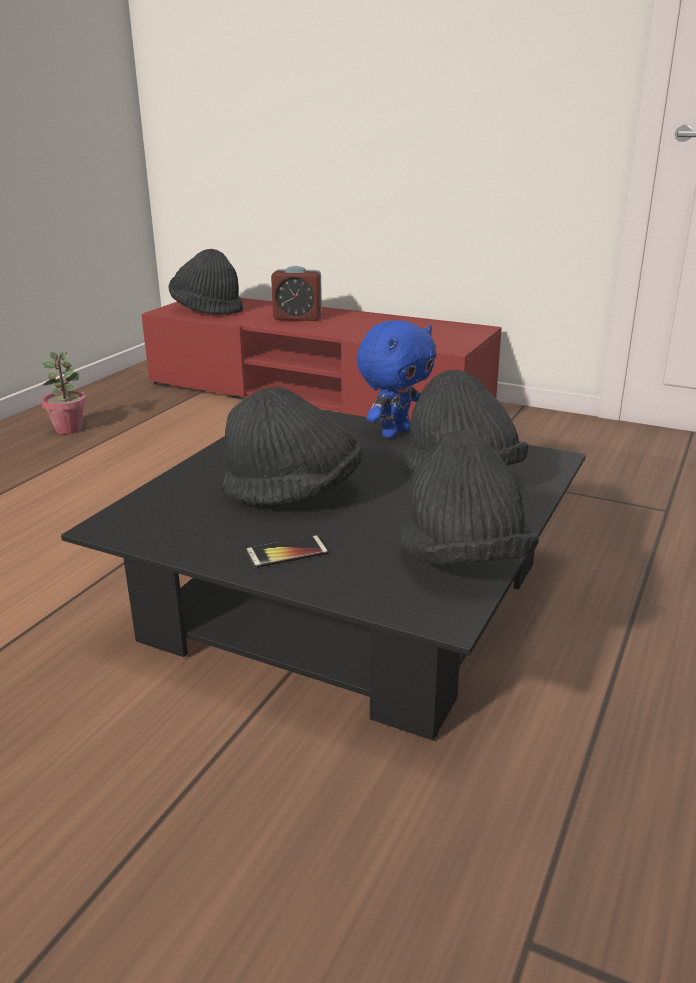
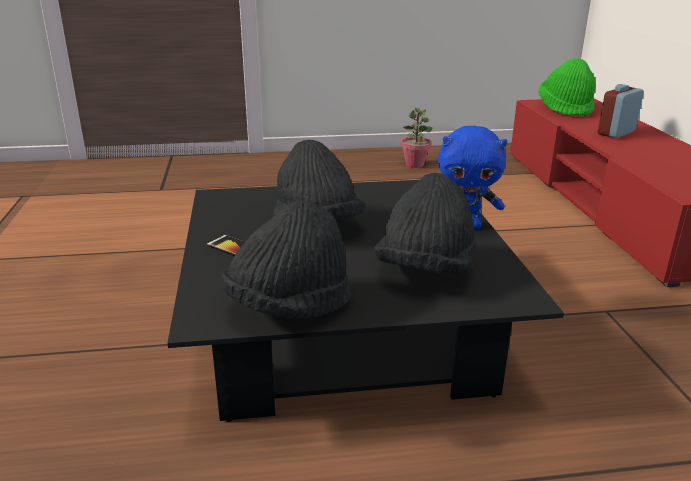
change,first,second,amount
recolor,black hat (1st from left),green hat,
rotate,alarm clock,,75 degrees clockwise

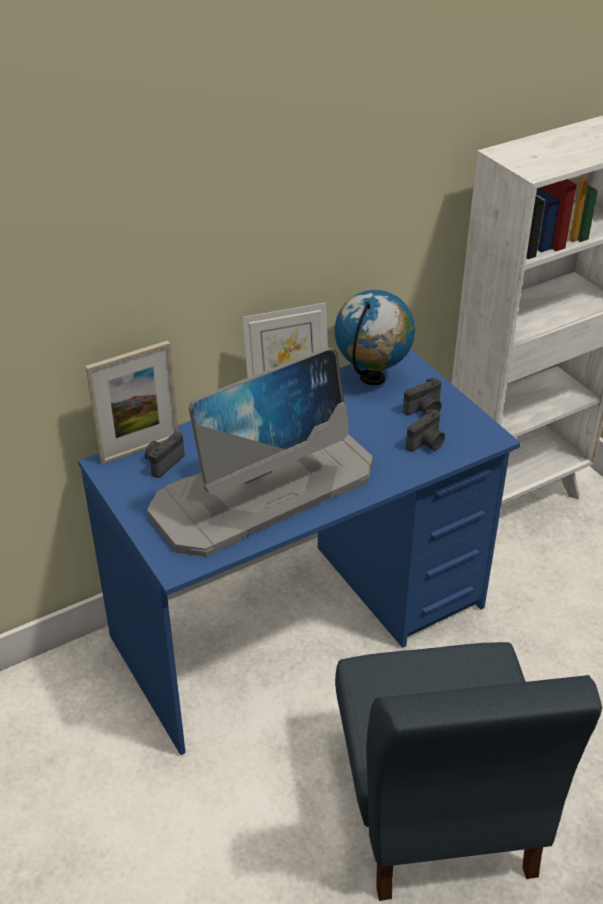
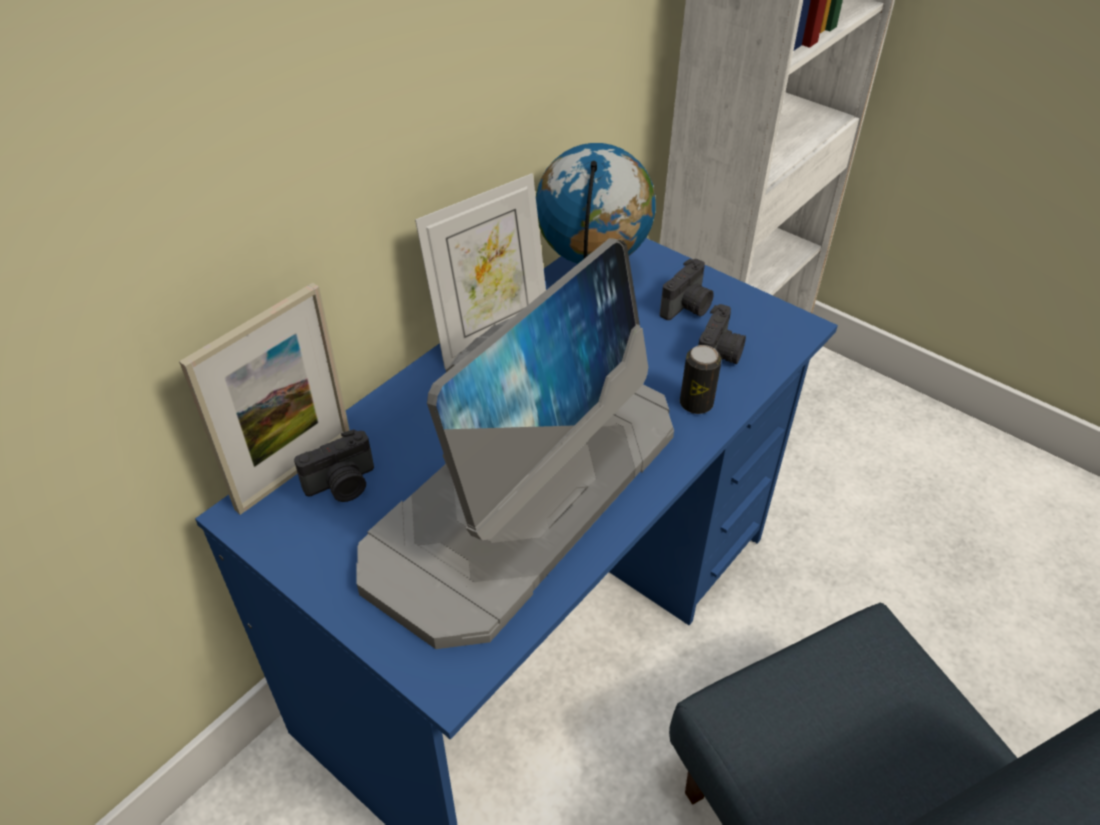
change,first,second,amount
insert,,can,
rotate,still camera (1st from left),,135 degrees counterclockwise

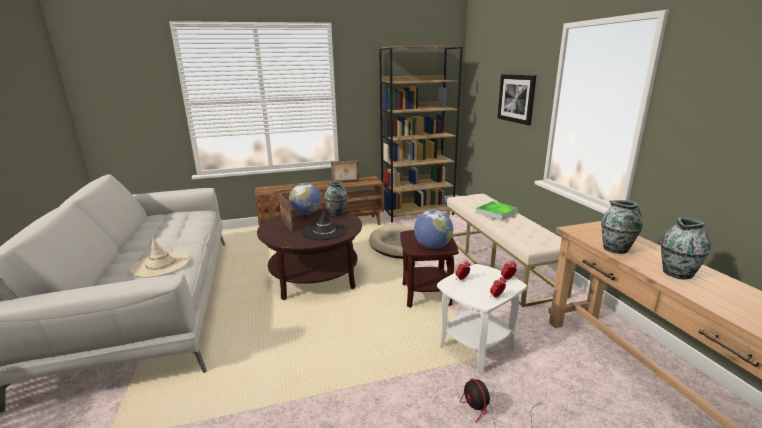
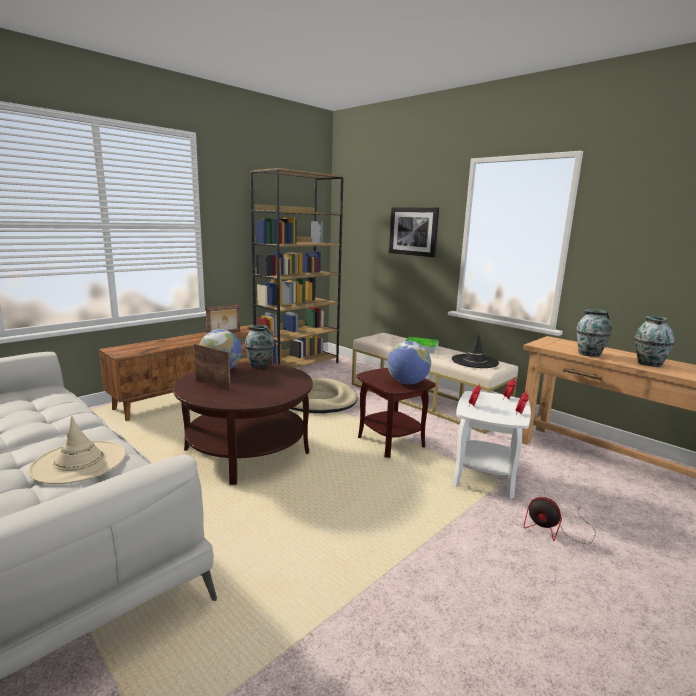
change,first,second,amount
move,black hat,,

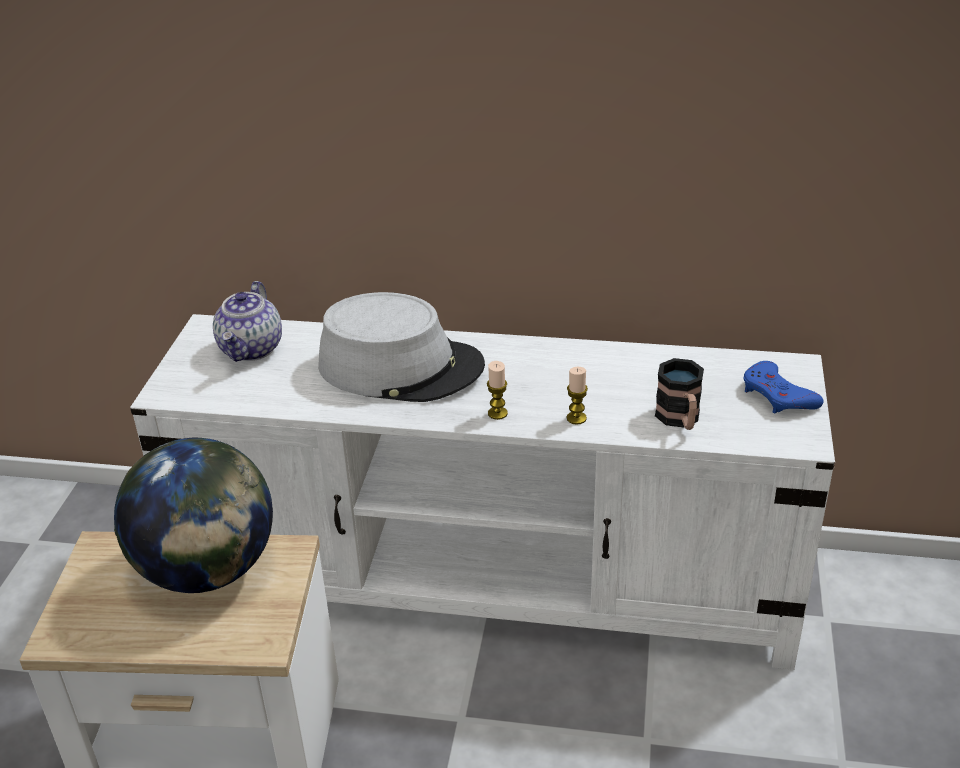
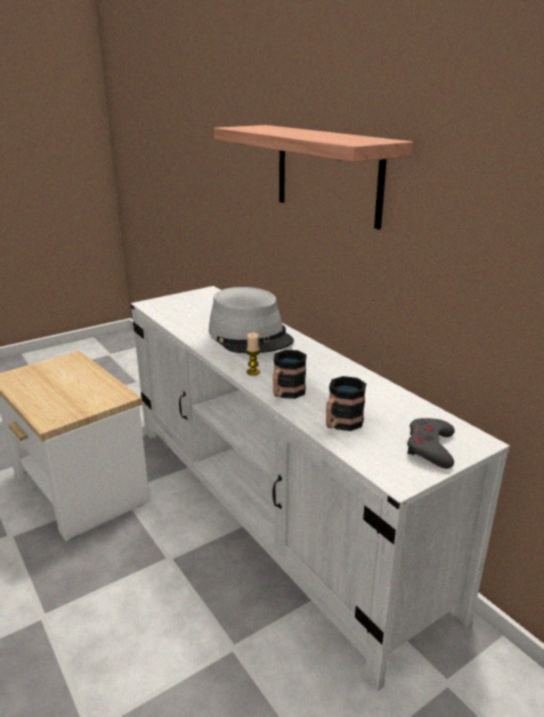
change,first,second,amount
delete,desk globe,,
delete,teapot,,
insert,,bracket shelf,
replace,wax candle (2nd from left),coffee mug (1st from left),
recolor,blue joypad,greyish joypad,

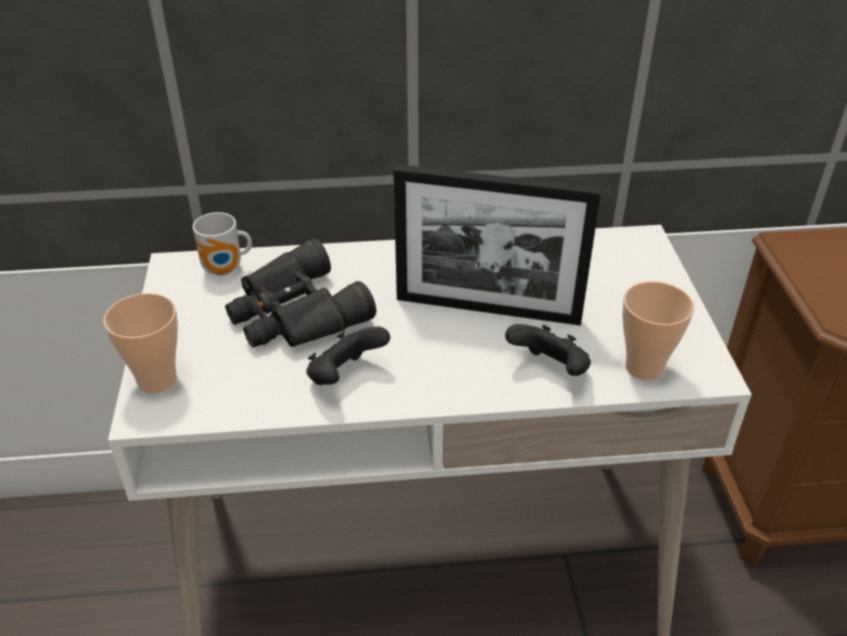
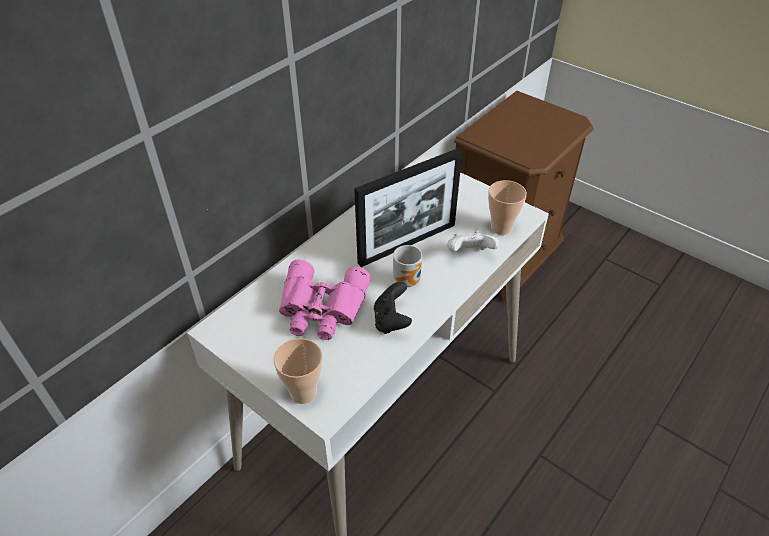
change,first,second,amount
move,coffee mug,,
recolor,black field glasses,pink-coloured field glasses,
recolor,black joypad (2nd from left),white-coloured joypad,

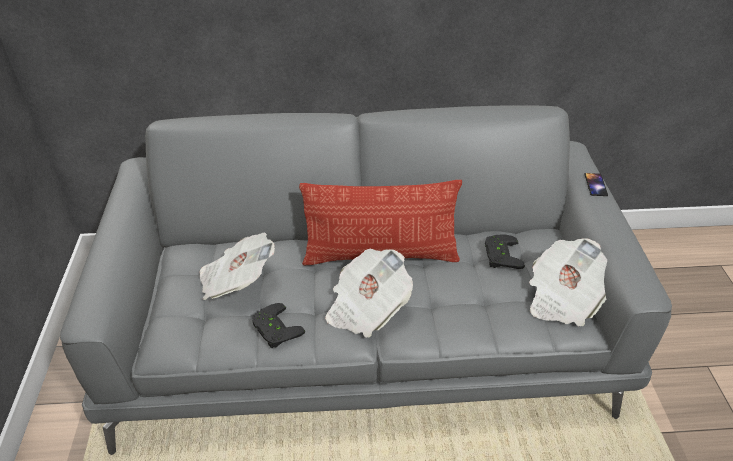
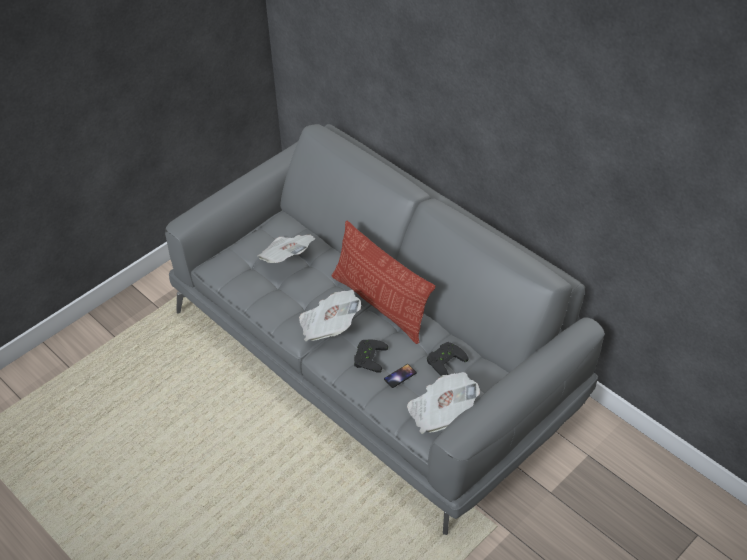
change,first,second,amount
move,black joypad (1st from left),,
move,handset,,

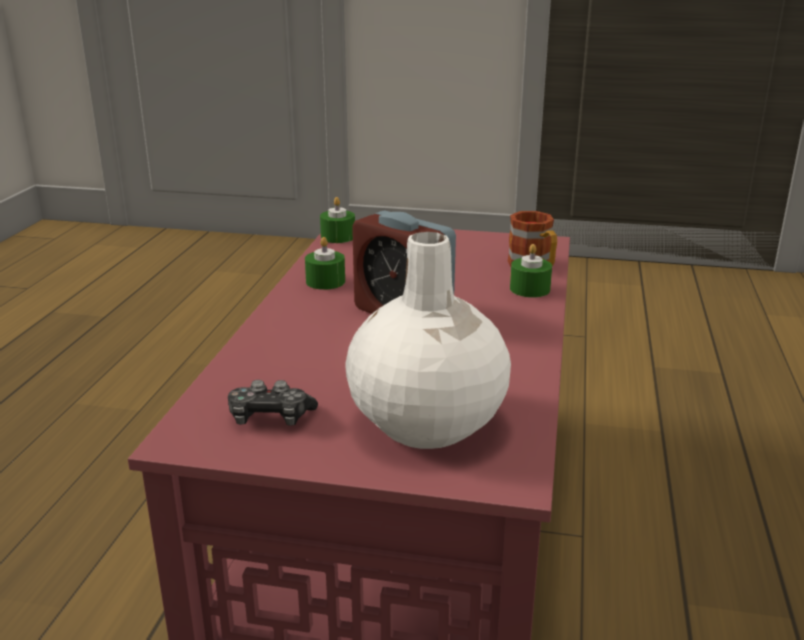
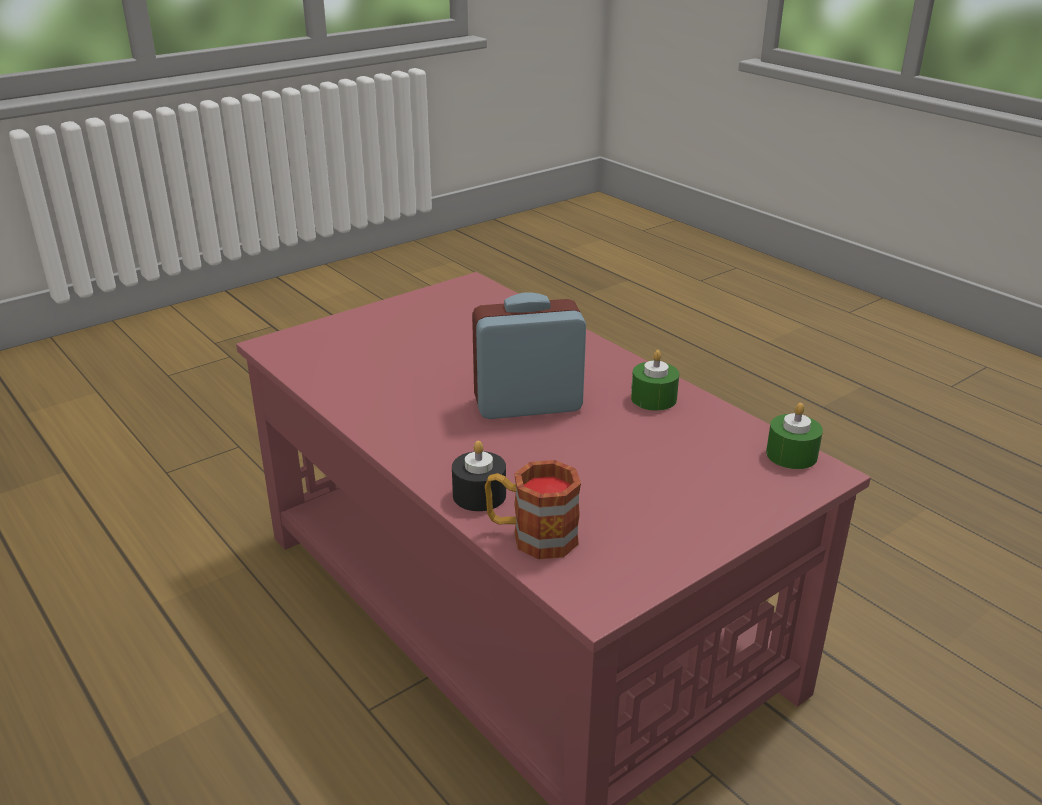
change,first,second,amount
delete,joypad,,
delete,white-coloured flower vase,,
recolor,green wax candle (3rd from left),black wax candle,

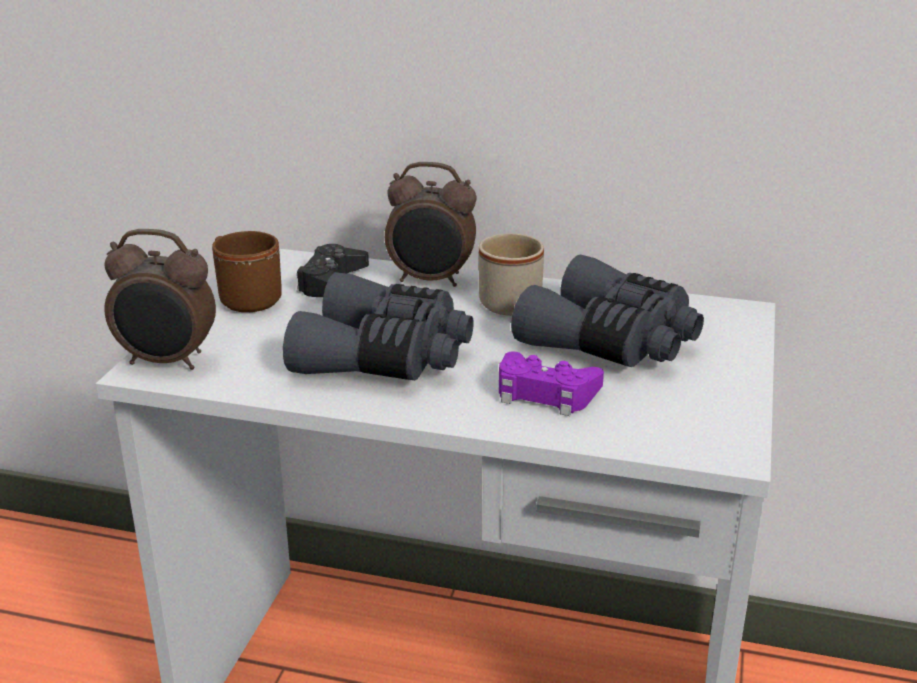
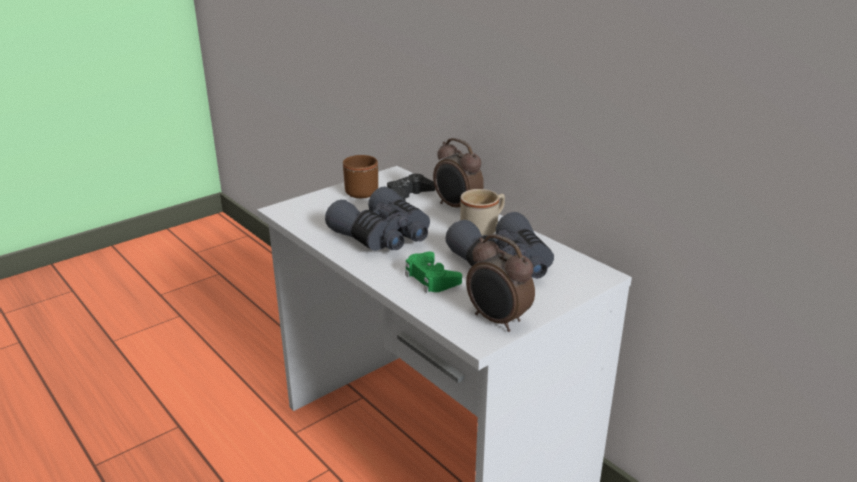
change,first,second,amount
move,alarm clock (1st from left in the first image),alarm clock (2nd from left),
recolor,purplish joypad,green joypad,

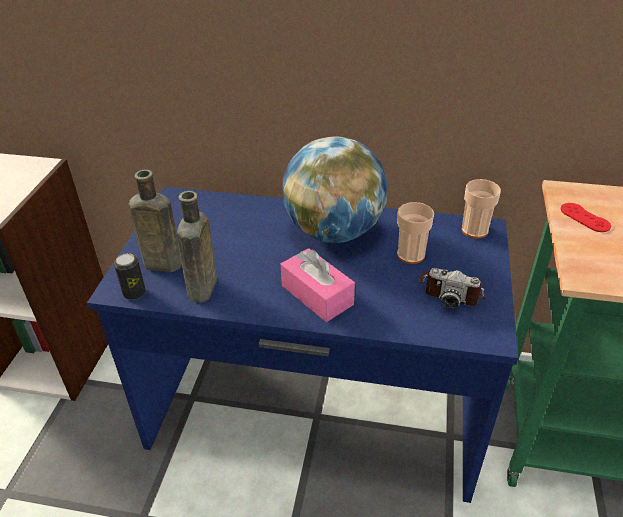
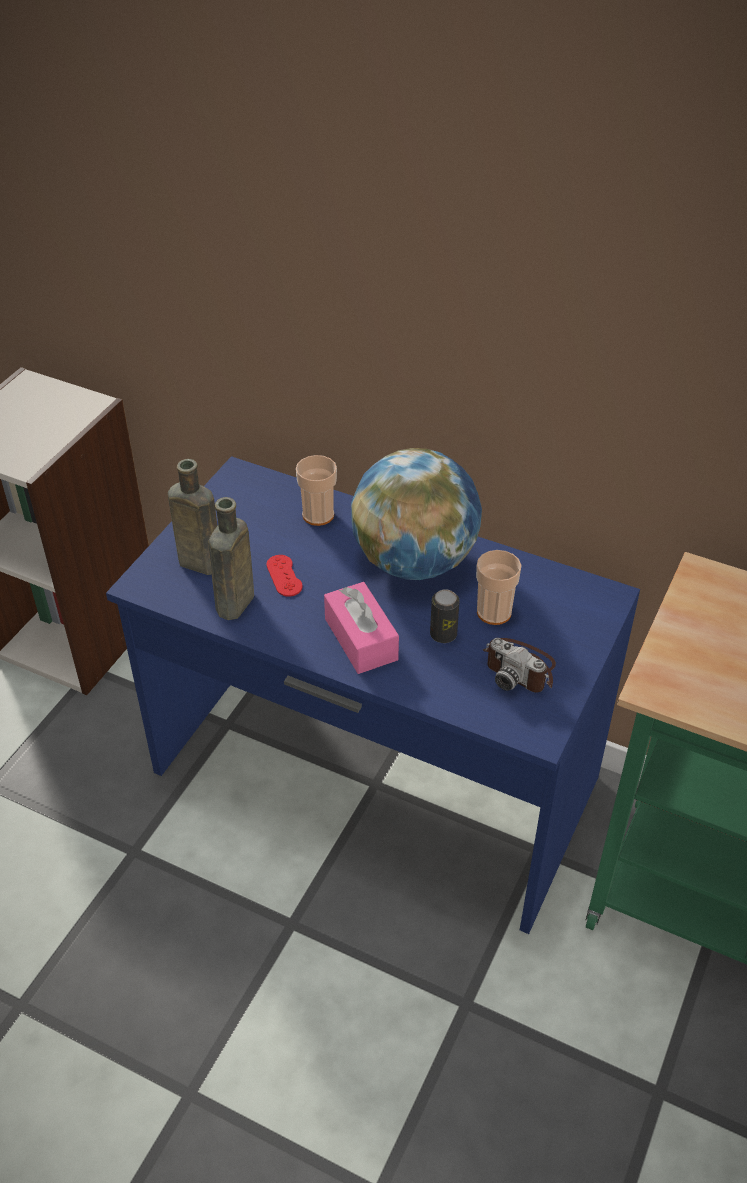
change,first,second,amount
move,can,,
move,drinking cup (2nd from left in the first image),drinking cup (1st from left),
move,red-coloured joypad,,

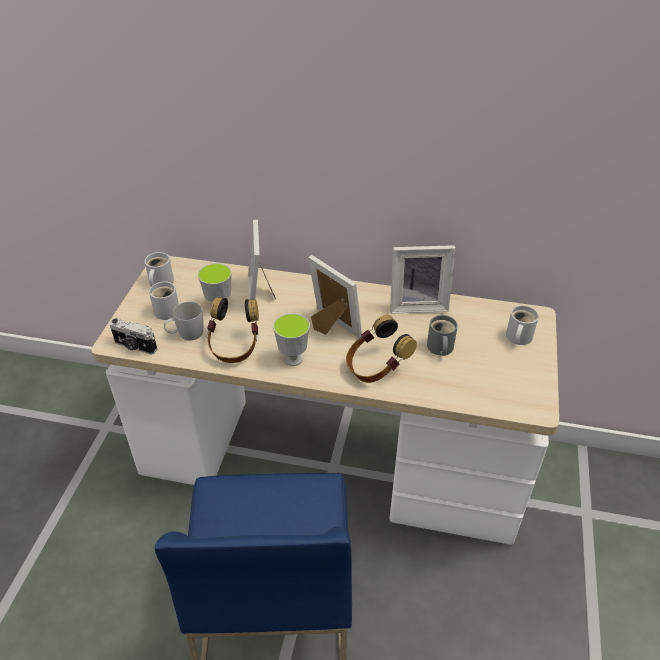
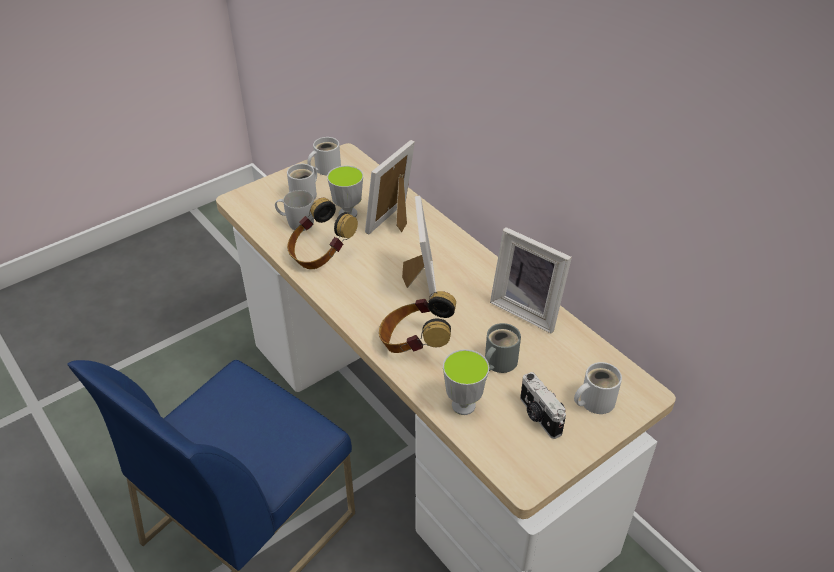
change,first,second,amount
move,still camera,,
move,drinking cup (2nd from left),,

